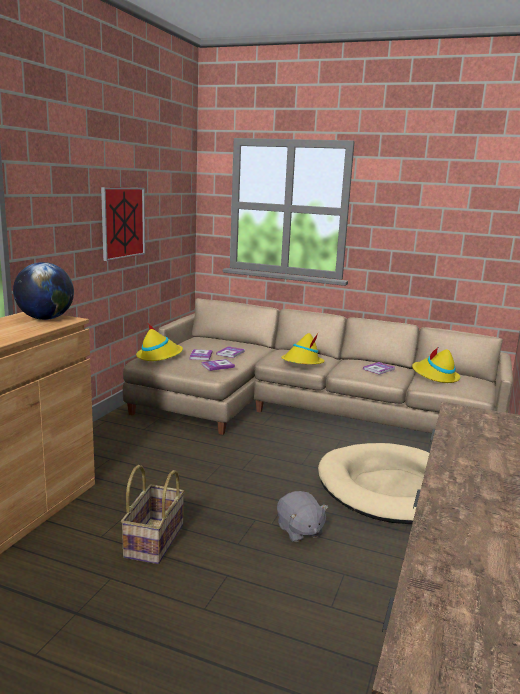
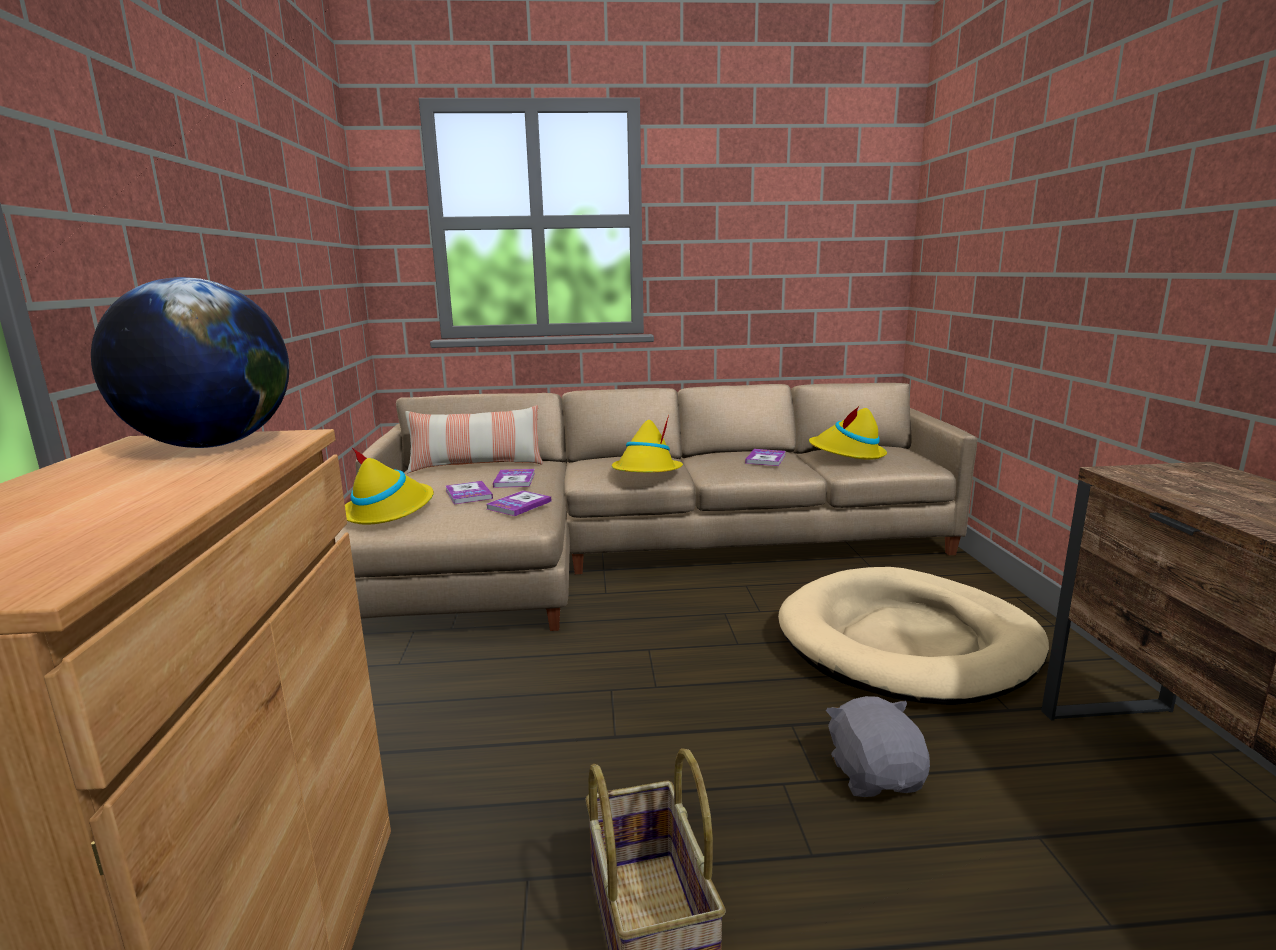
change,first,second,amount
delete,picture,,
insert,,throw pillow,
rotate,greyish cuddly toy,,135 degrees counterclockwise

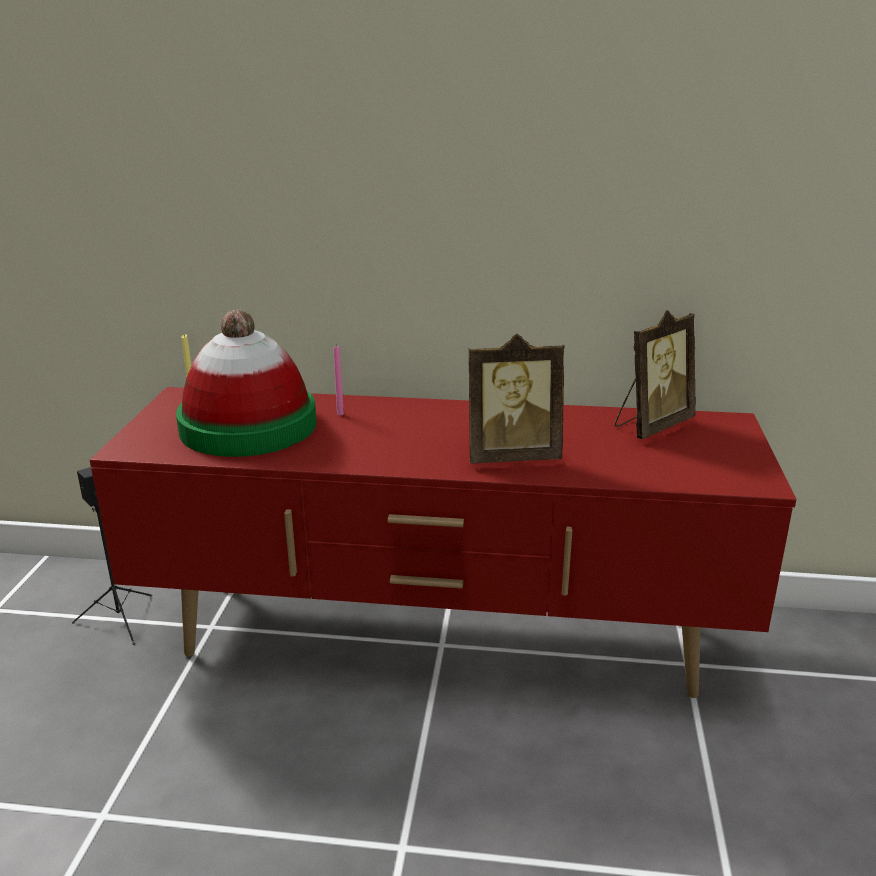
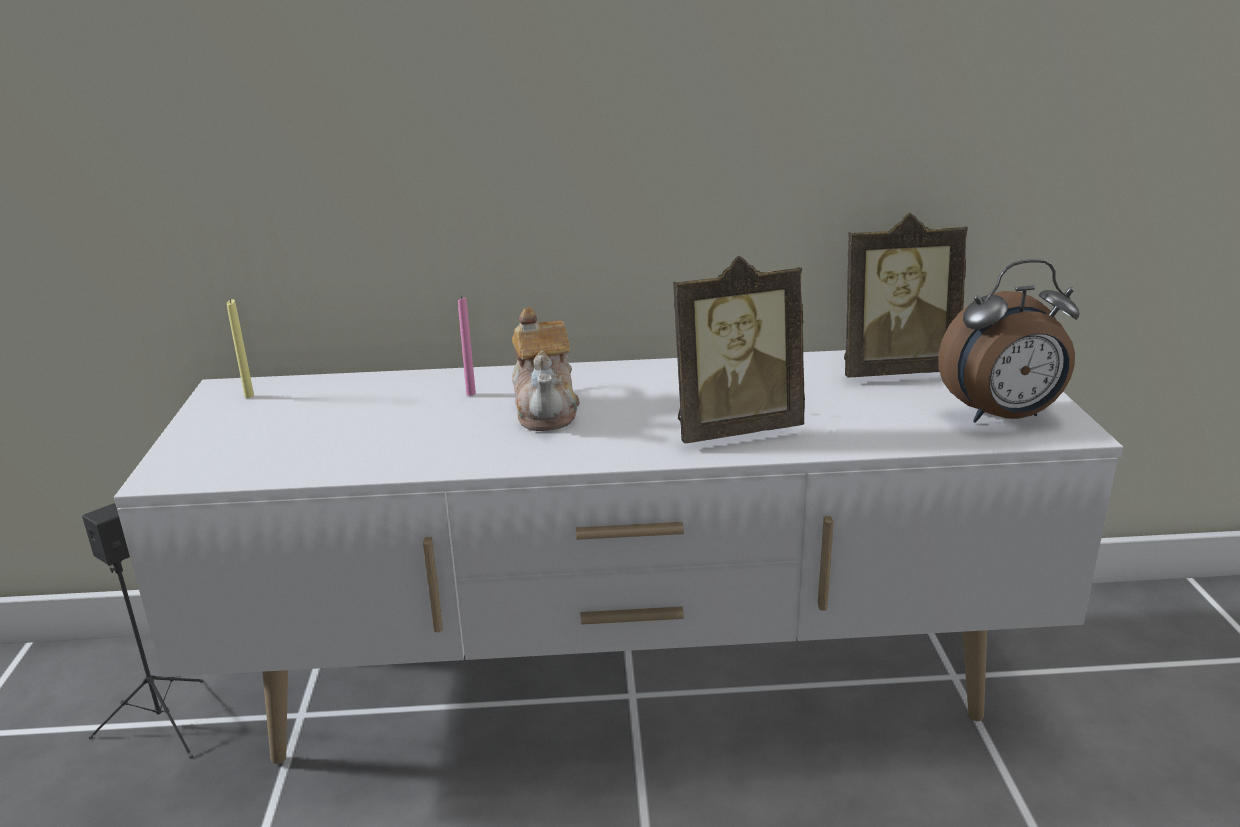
change,first,second,amount
delete,hat,,
insert,,teapot,
insert,,alarm clock,
recolor,red-coloured tv unit,white-coloured tv unit,
rotate,photo frame (2nd from left),,45 degrees clockwise

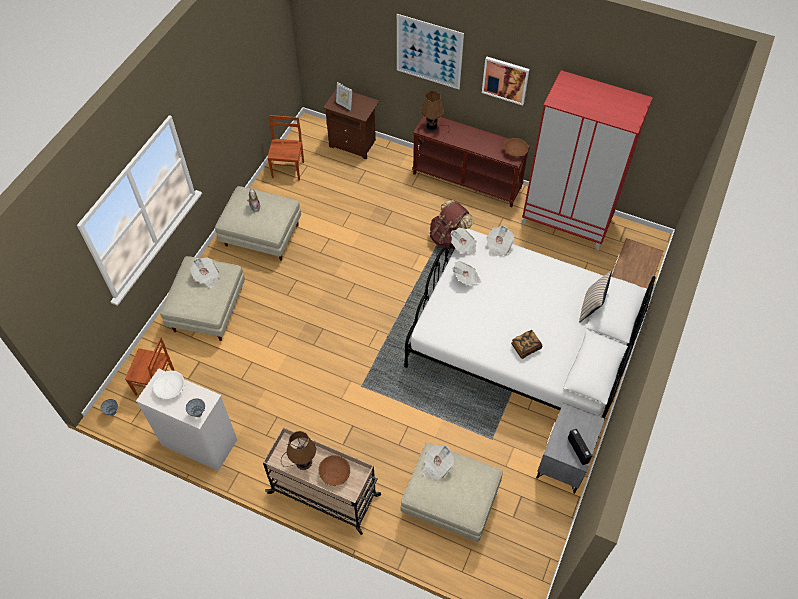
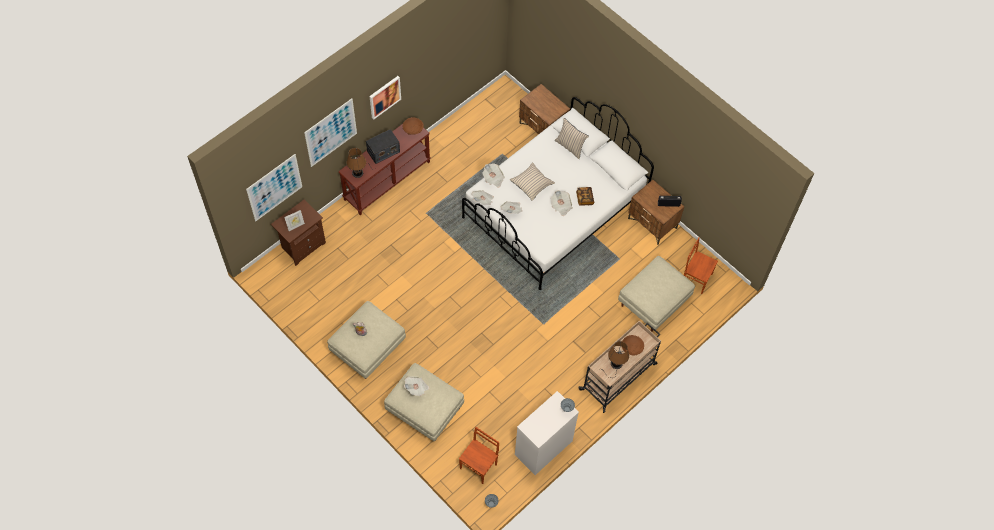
change,first,second,amount
delete,white-coloured bowl,,
delete,brown rucksack,,
delete,red-coloured wardrobe,,
insert,,picture (1st from left),
insert,,radio set (1st from left),
insert,,beige throw pillow (1st from left),
move,brown chair (2nd from left),,
move,daily paper (2nd from left in the first image),daily paper (5th from left),
recolor,greyish night table,brown night table (3rd from left),

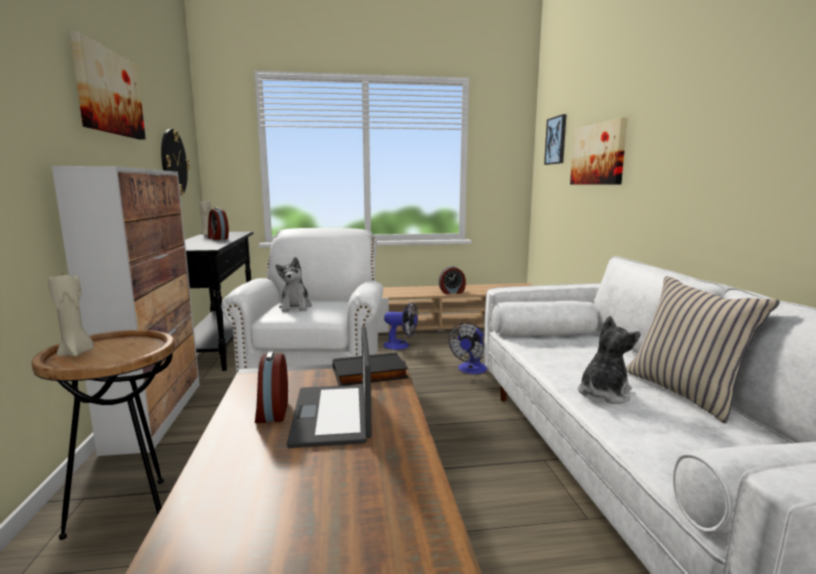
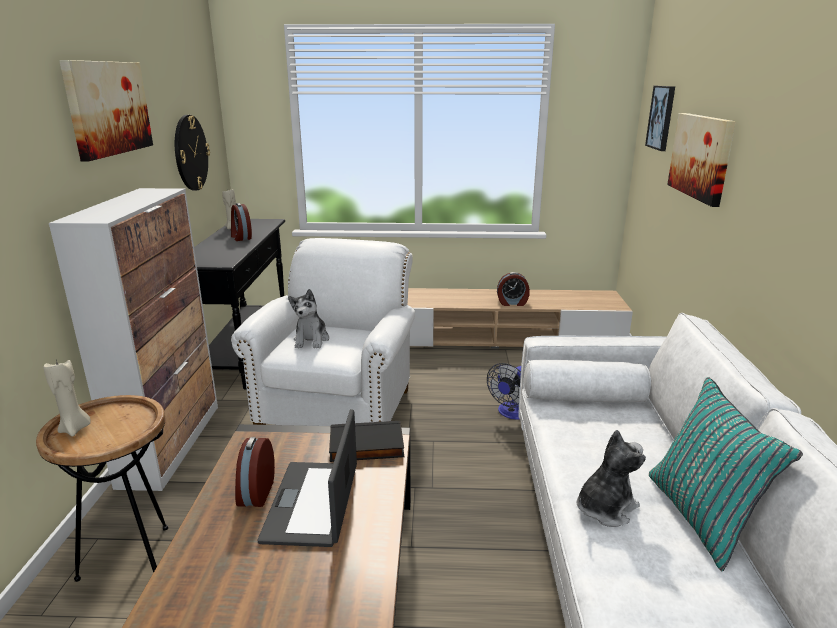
change,first,second,amount
delete,electric fan (1st from left),,
recolor,beige throw pillow,turquoise-coloured throw pillow,

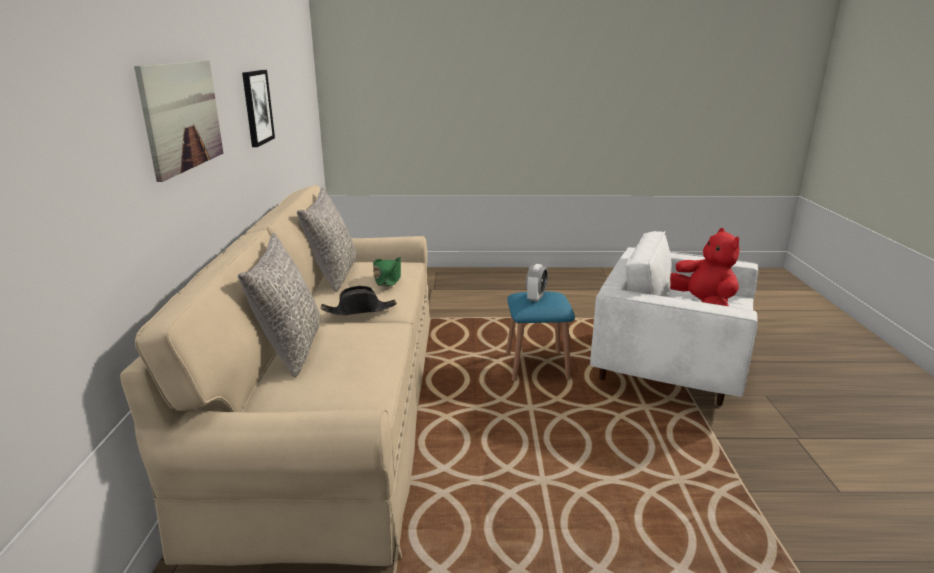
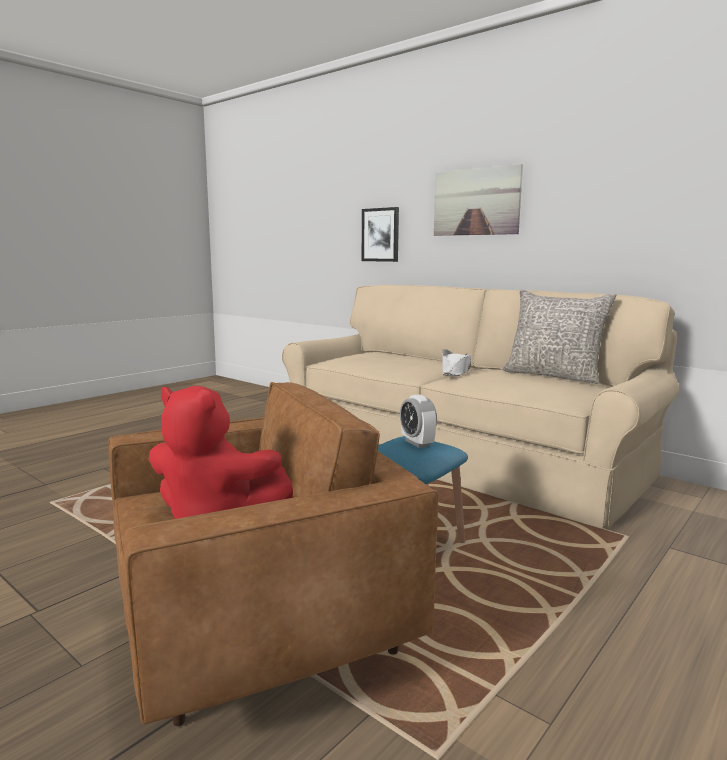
change,first,second,amount
delete,greyish throw pillow (1st from left),,
delete,green hat,,
move,picture (2nd from left in the first image),picture (1st from left),
recolor,black hat,white-coloured hat,
recolor,white-coloured armchair,brown armchair,

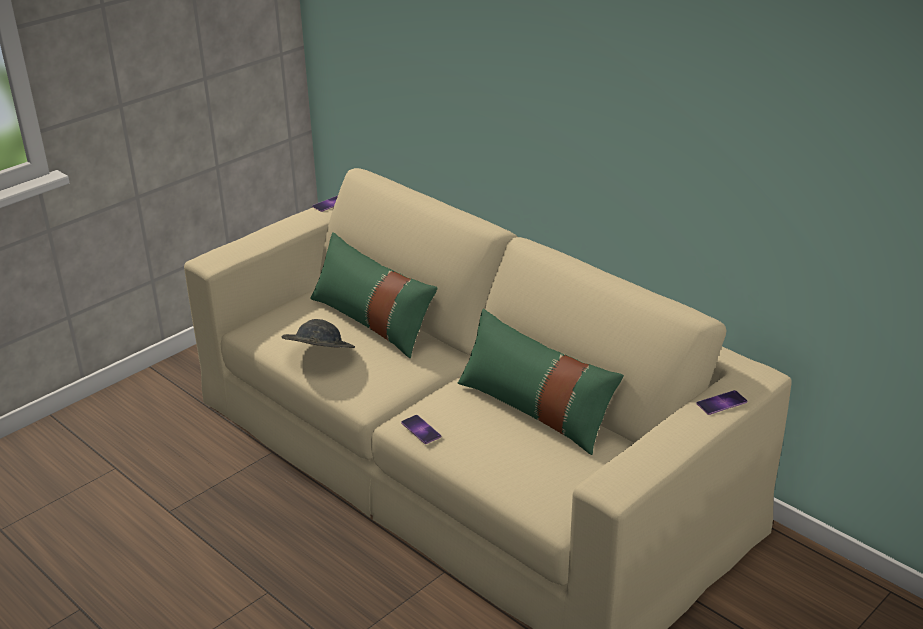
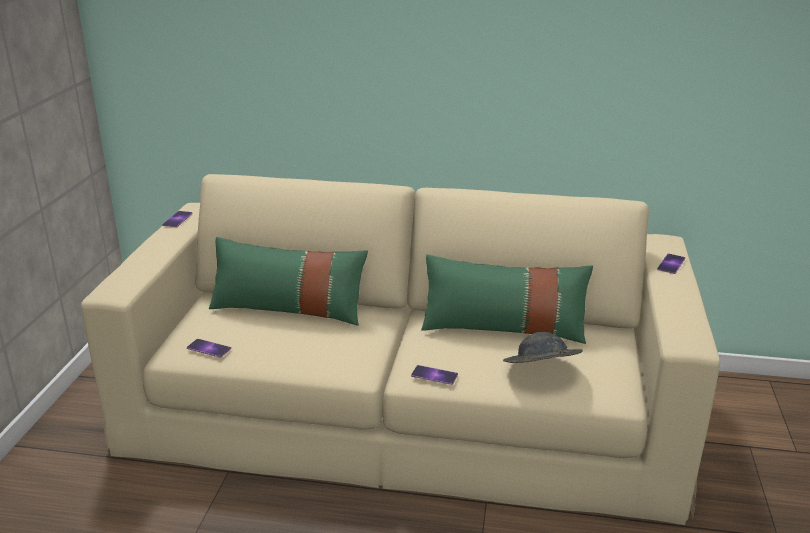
change,first,second,amount
insert,,handset (2nd from left),
move,greyish hat,,

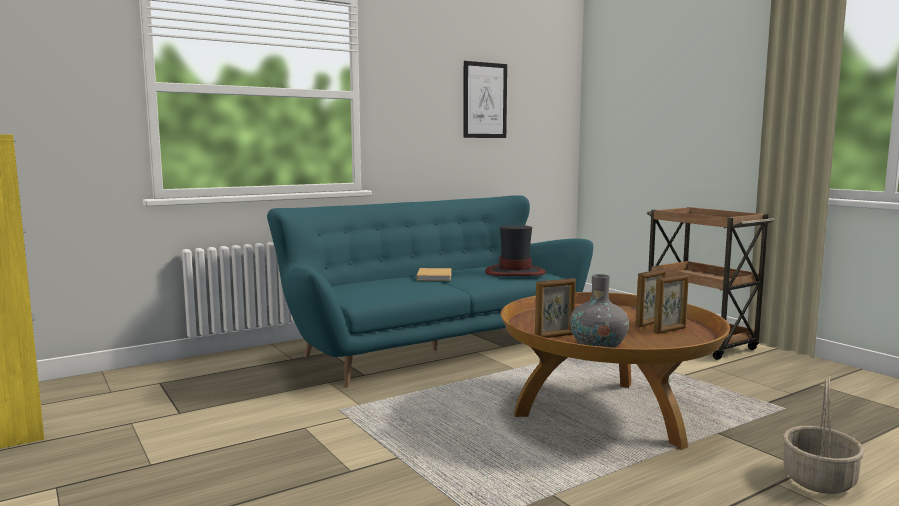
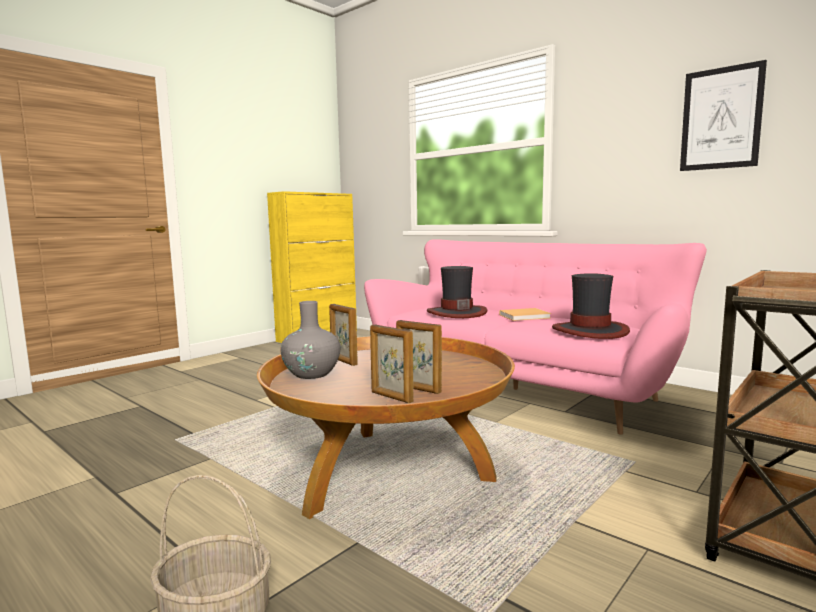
change,first,second,amount
insert,,hat (1st from left),
recolor,turquoise-coloured couch,pink-coloured couch,

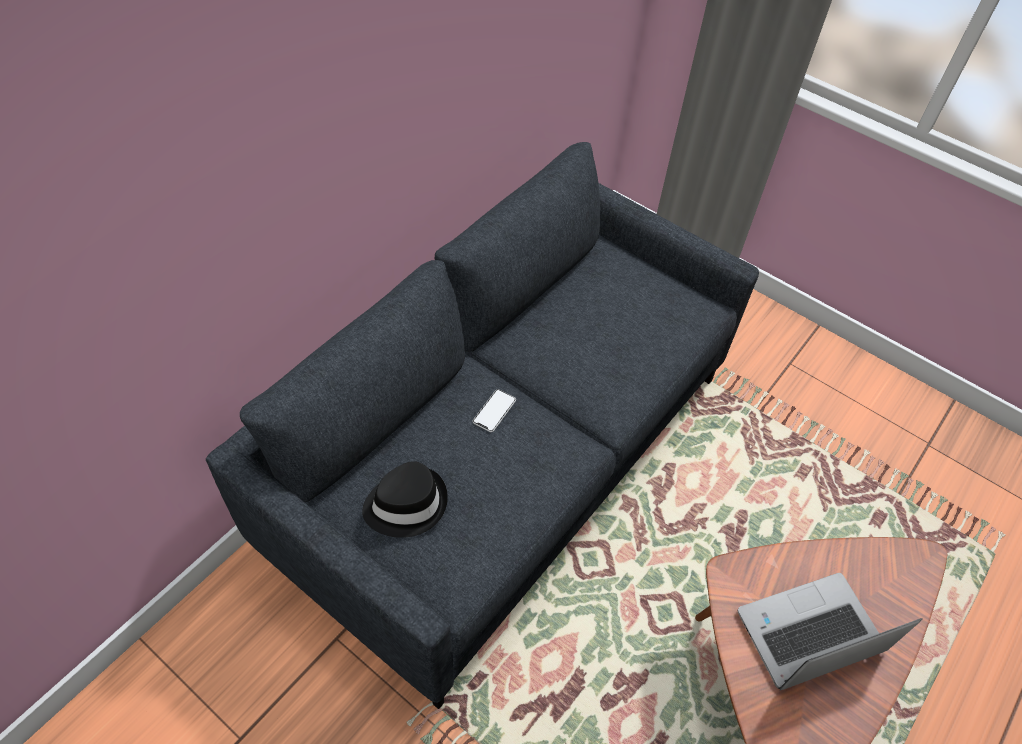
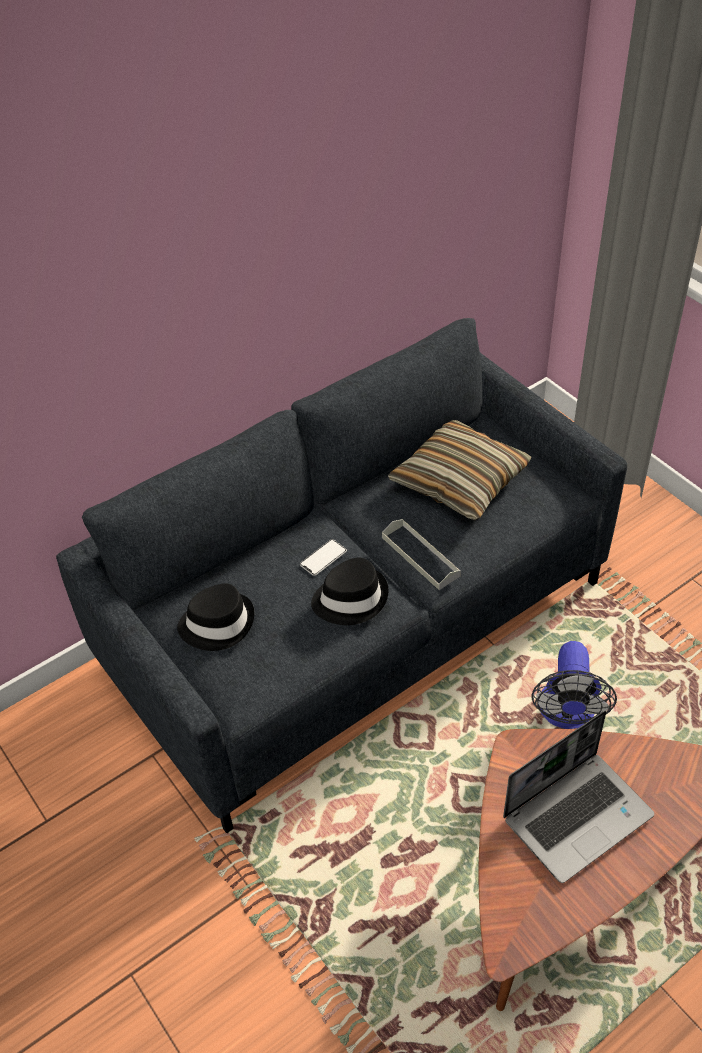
change,first,second,amount
insert,,black hat (2nd from left),
insert,,greyish tray,
insert,,throw pillow,
insert,,electric fan,
rotate,laptop,,150 degrees clockwise

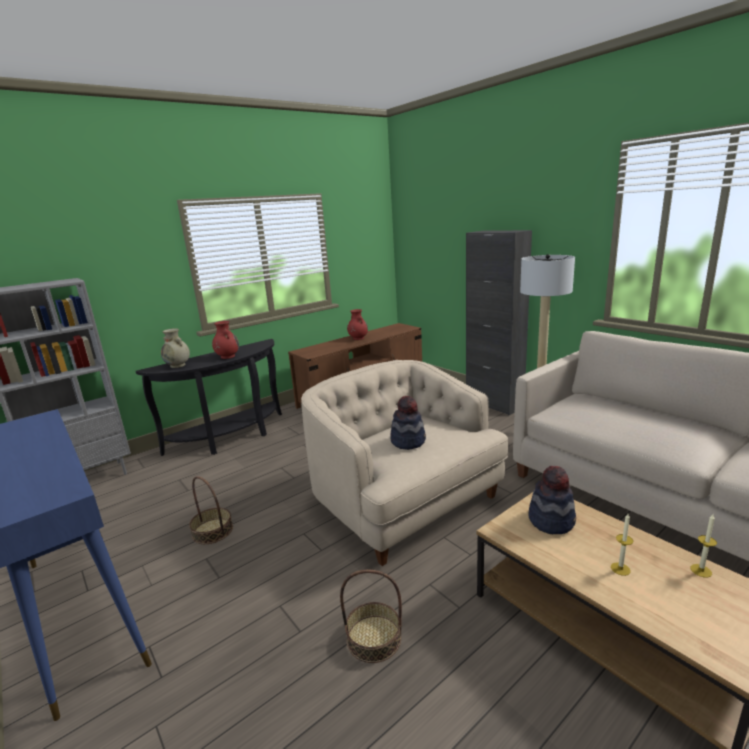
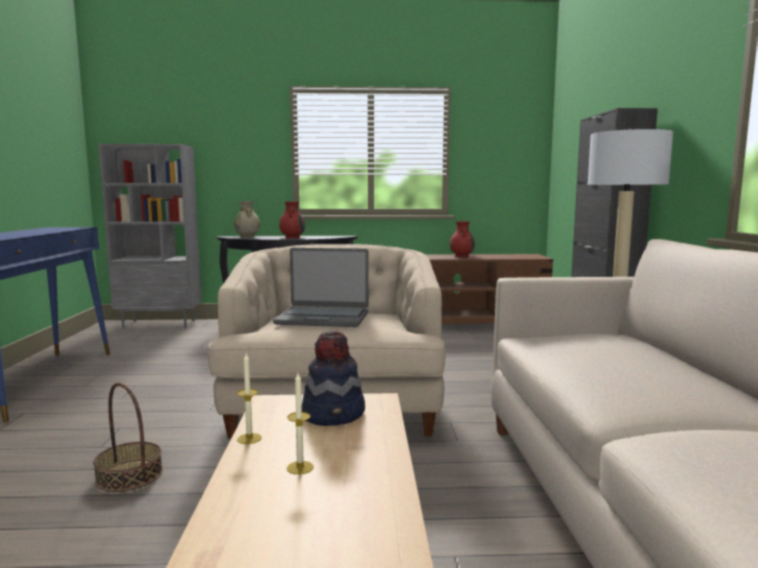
change,first,second,amount
delete,household basket (1st from left),,
move,wax candle (2nd from left in the first image),wax candle (1st from left),
replace,hat (1st from left),laptop,

